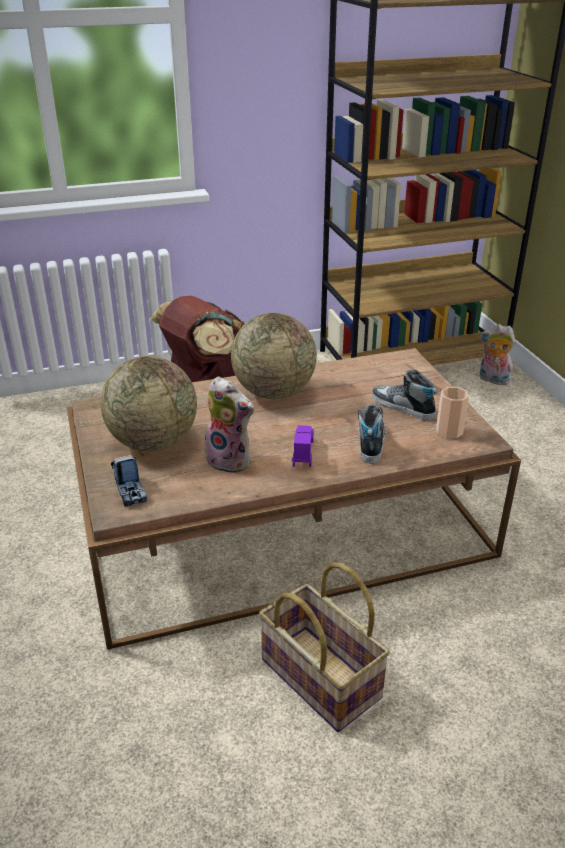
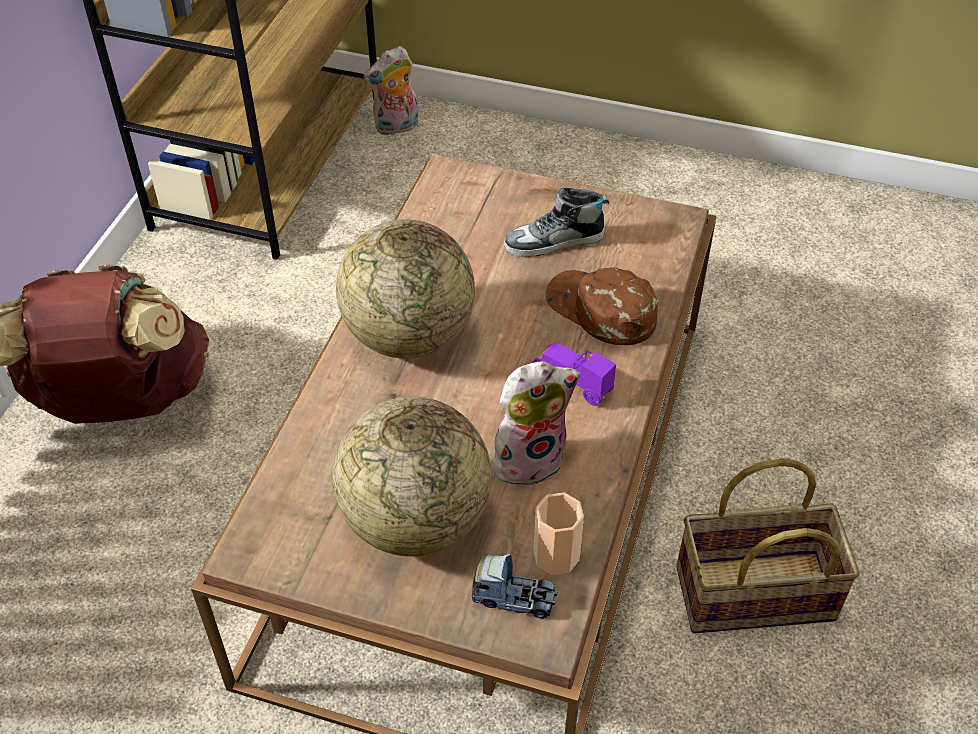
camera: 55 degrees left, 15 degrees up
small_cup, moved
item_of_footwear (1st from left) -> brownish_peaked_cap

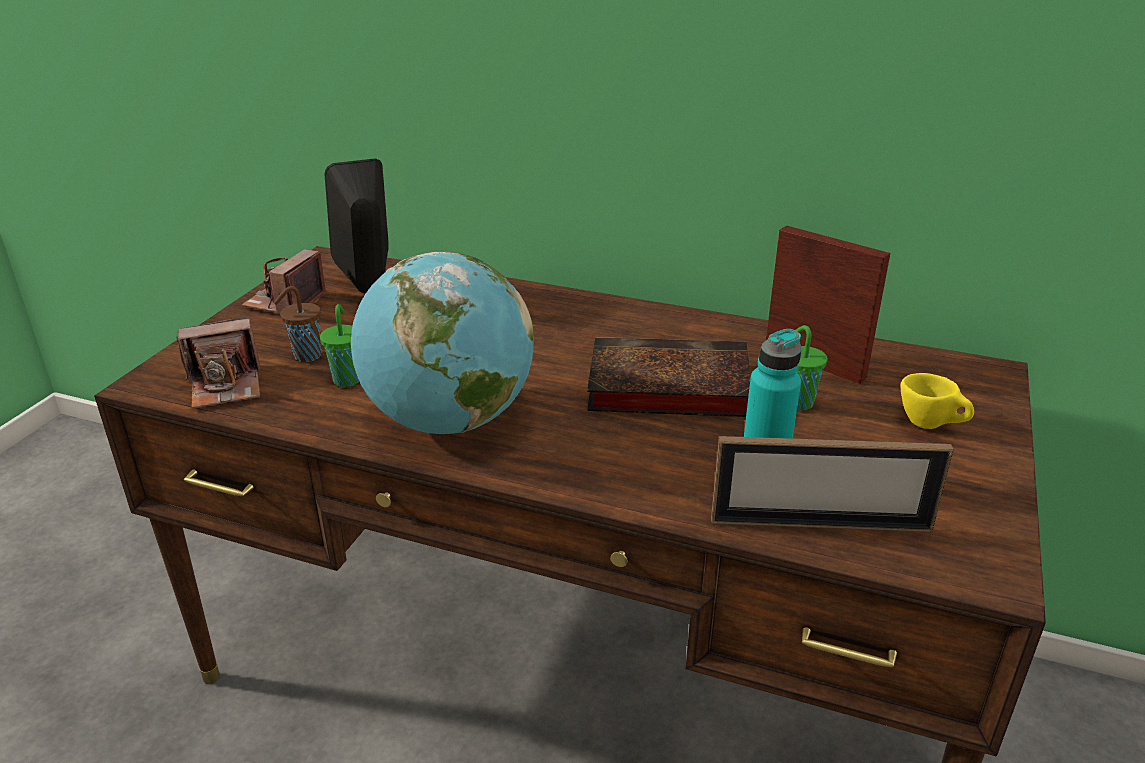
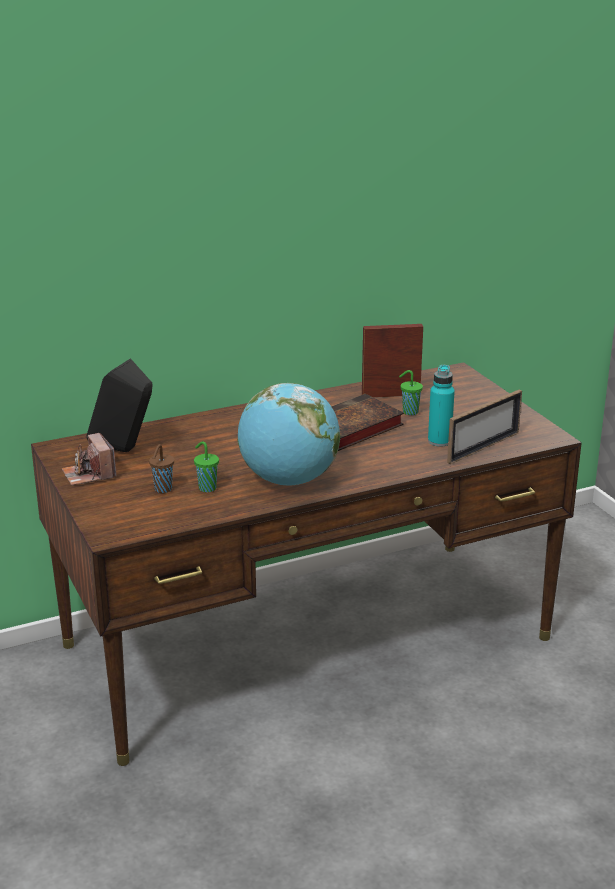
camera: 45 degrees left, 5 degrees down
photo_camera (1st from left) -> none
yellow_small_cup -> none

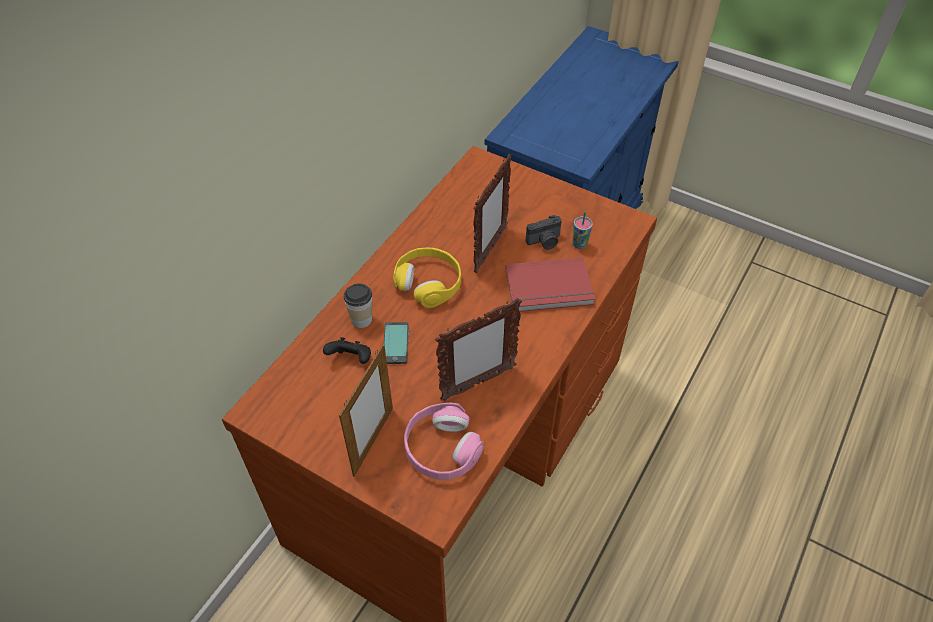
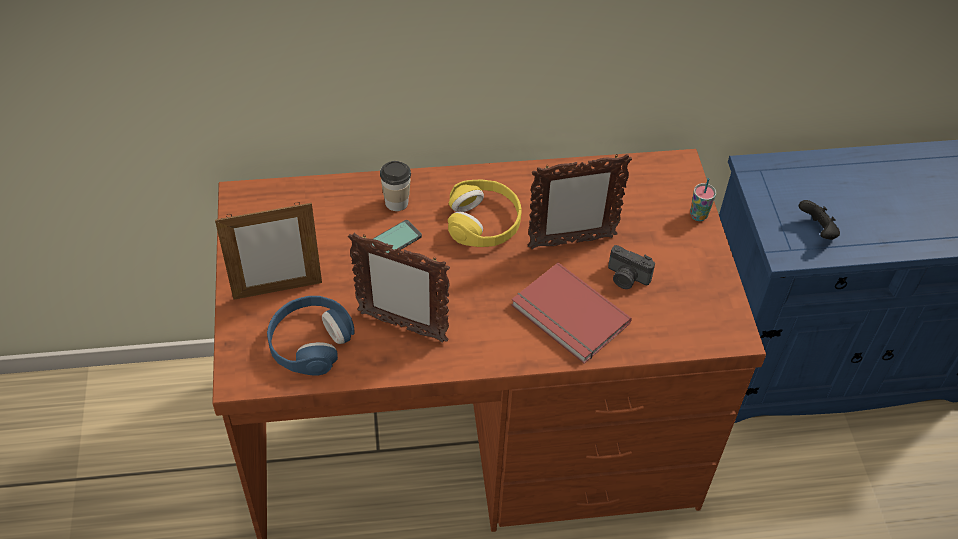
camera: 50 degrees right, 0 degrees up
small_cup (2nd from left), moved
blackish_gamepad, moved
pink_headset -> blue-coloured_headset

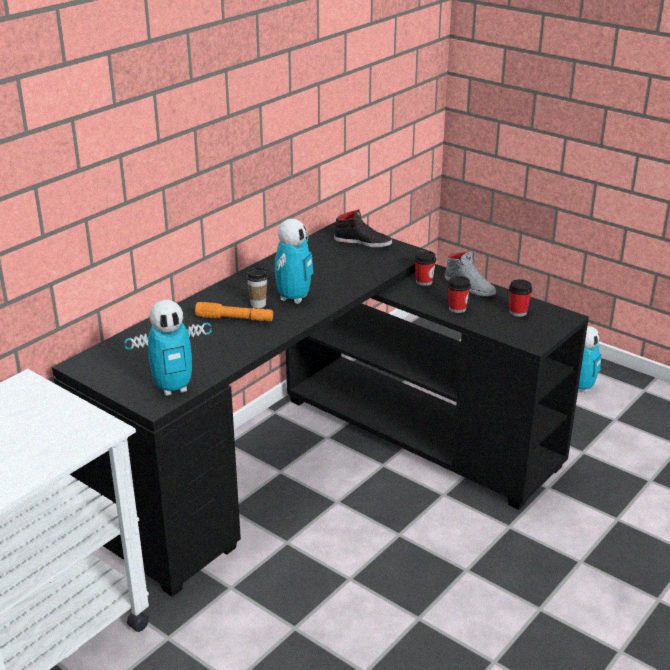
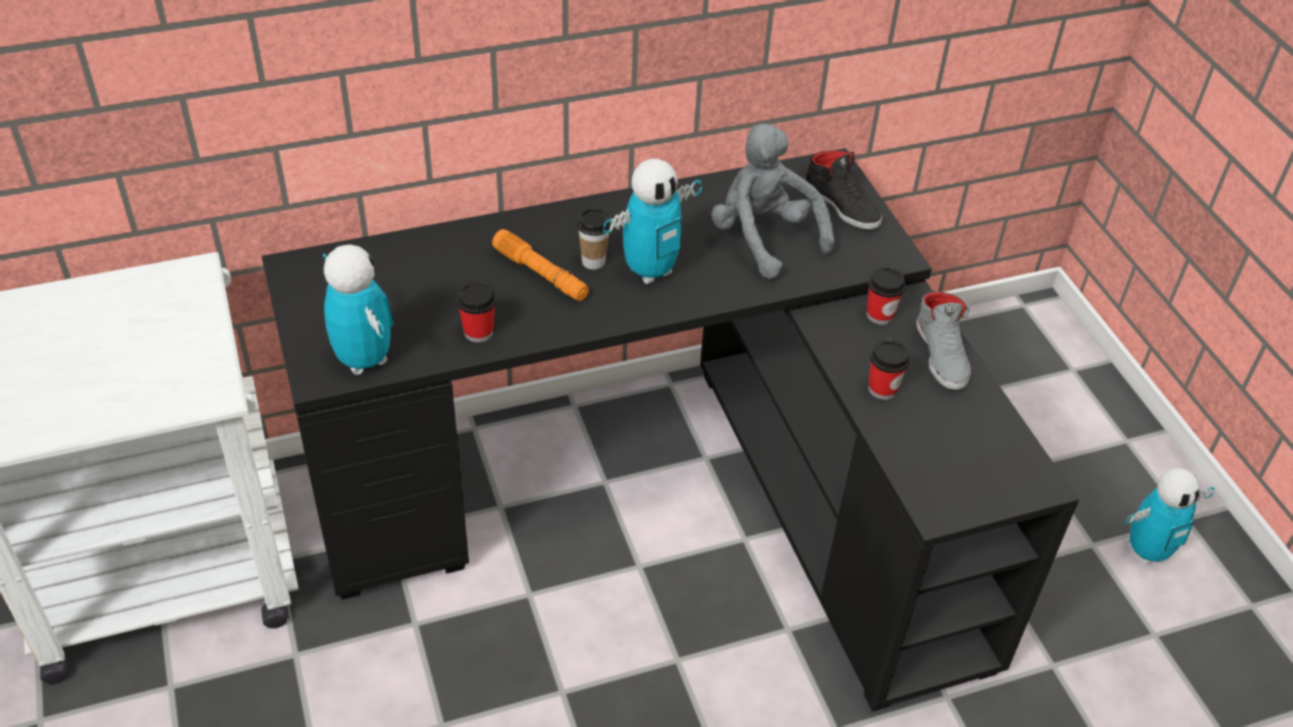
camera: 30 degrees right, 15 degrees up
small_cup (4th from left in the first image) -> small_cup (1st from left), moved
robot_figure (1st from left), 135 degrees counterclockwise
none -> grey_soft_toy

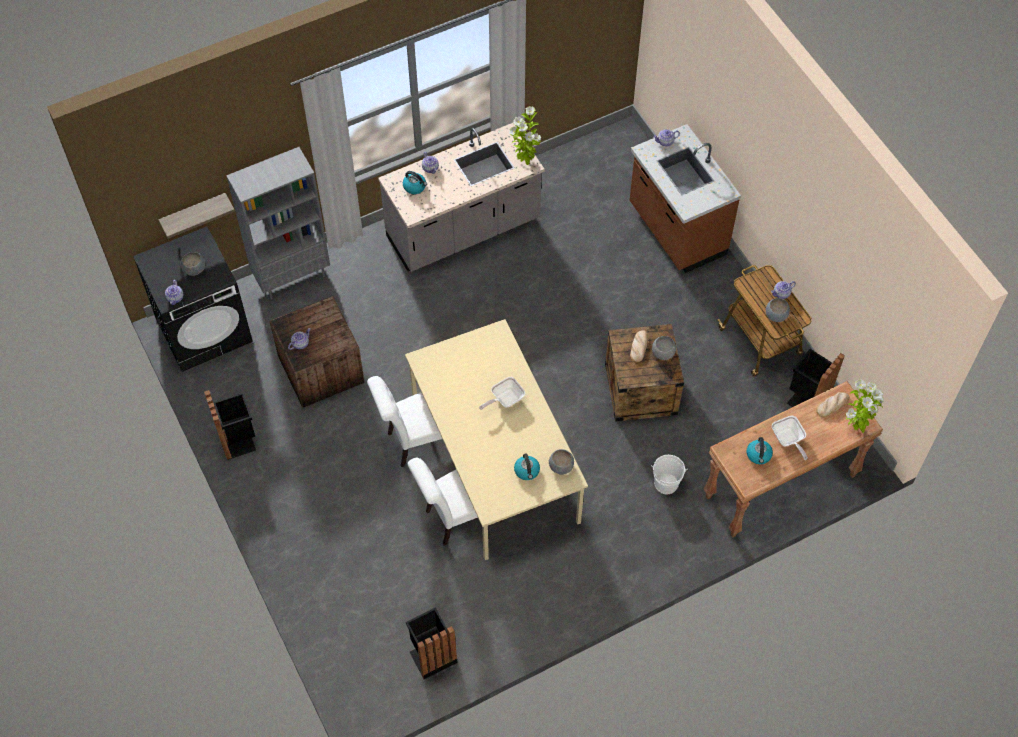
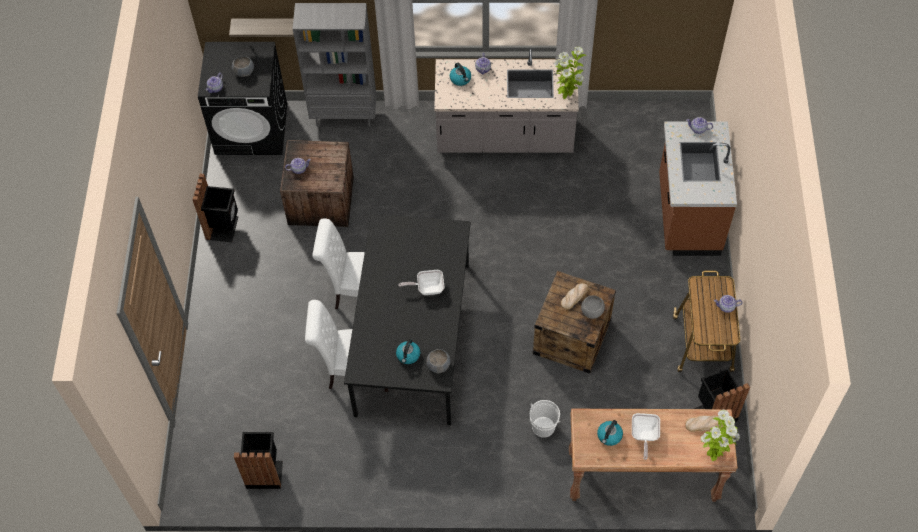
camera: 30 degrees right, 0 degrees up
grey_bowl (4th from left) -> none
beige_dining_table -> blackish_dining_table

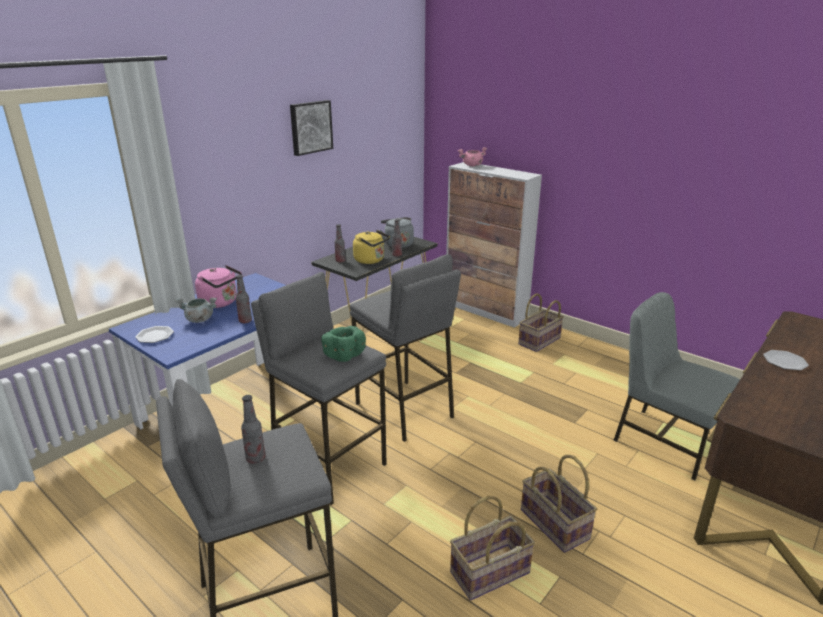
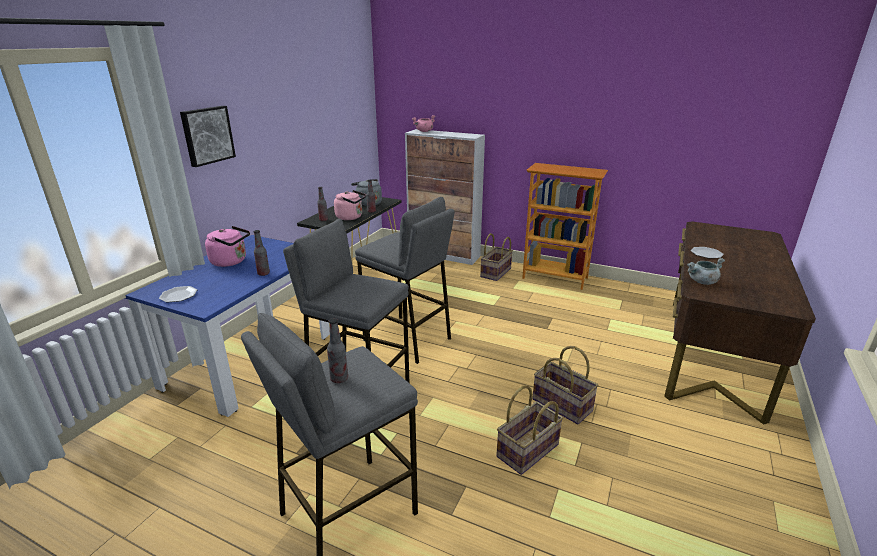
camera: 15 degrees left, 0 degrees up
wall_picture, moved
yellow_water_kettle -> pink_water_kettle (2nd from left)
grey_upright_chair -> none
grey_cooking_pot, moved
green_bowl -> none
none -> bookcase

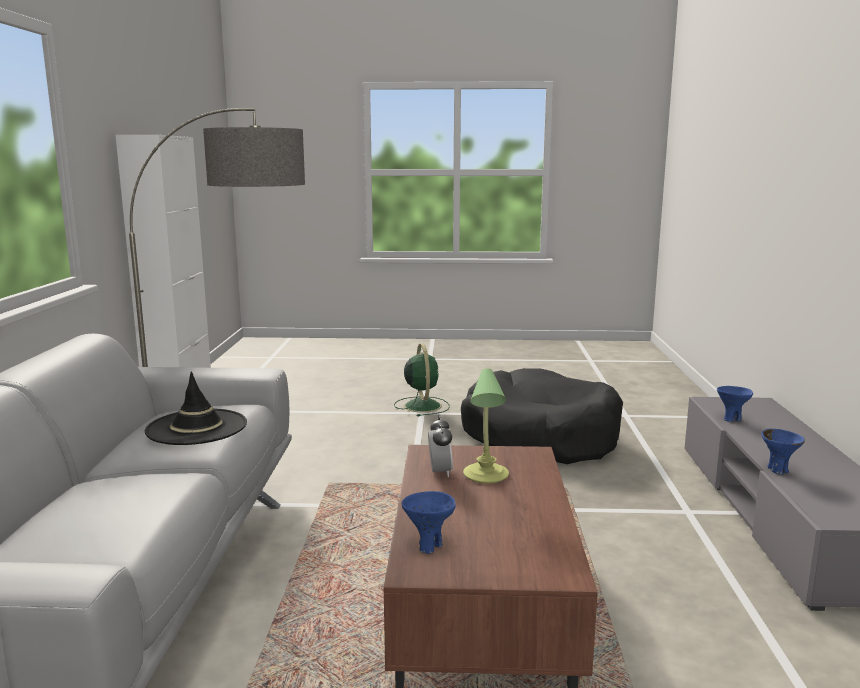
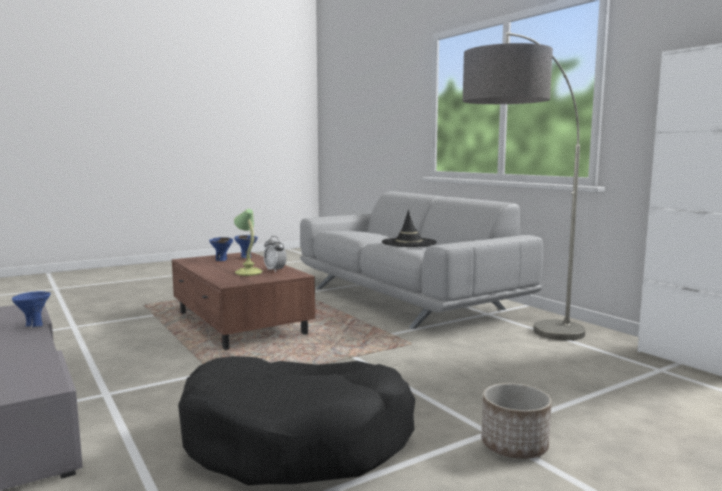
camera: 145 degrees right, 5 degrees down
green_cooling_fan -> flower_pot
blue-coloured_bowl (2nd from left), moved

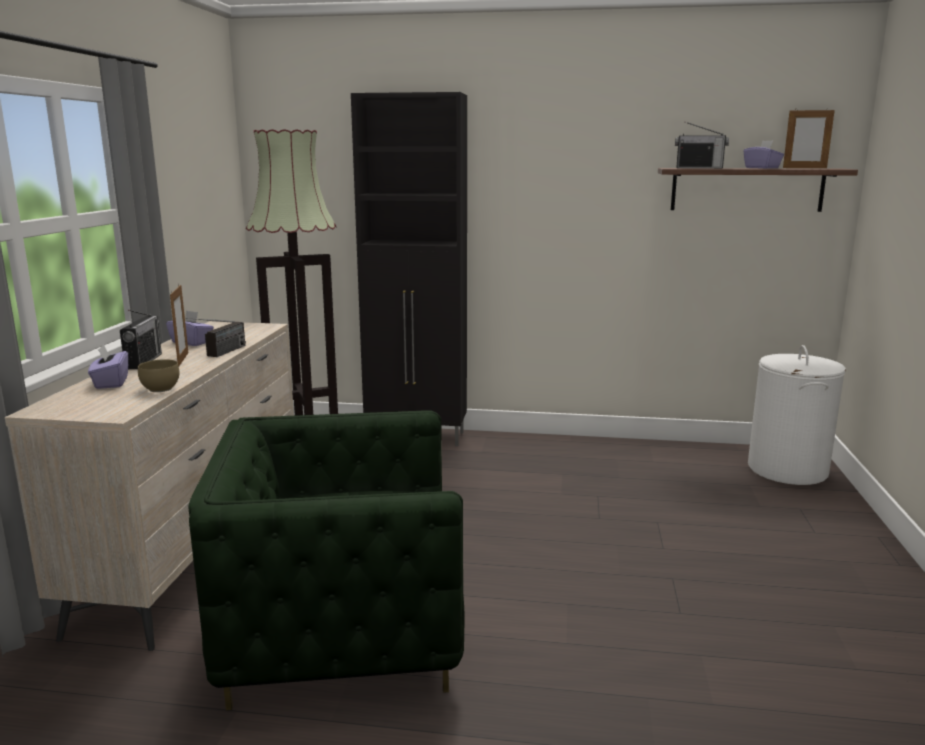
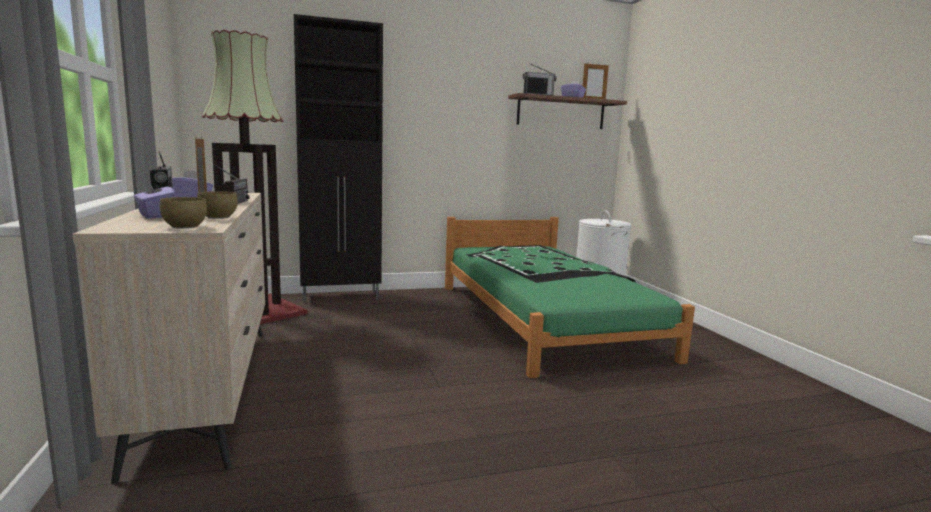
camera: 25 degrees left, 5 degrees down
green_easy_chair -> none
none -> brownish_bowl (1st from left)
none -> green_bed

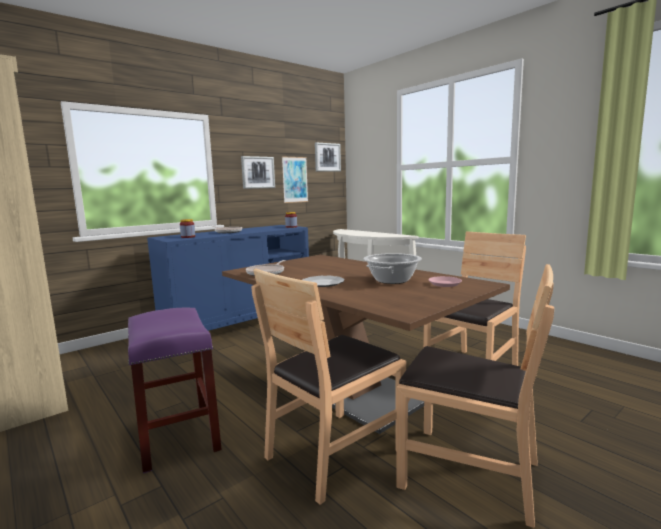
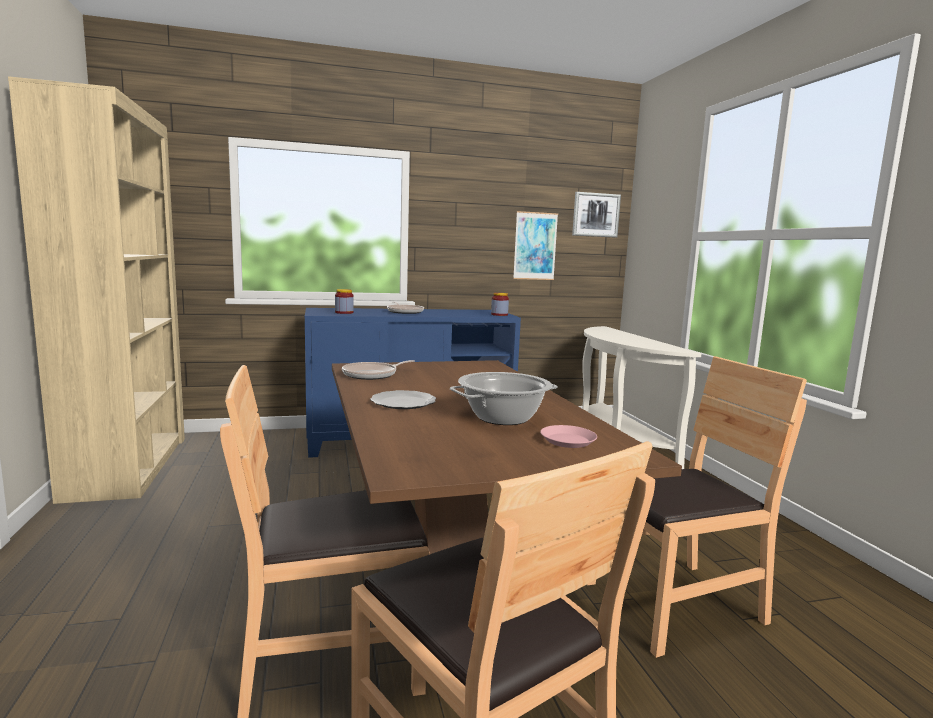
camera: 25 degrees right, 0 degrees up
wall_picture (1st from left) -> none
purplish_stool -> none

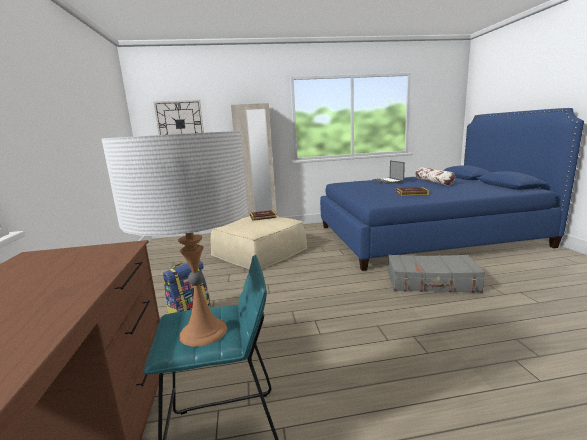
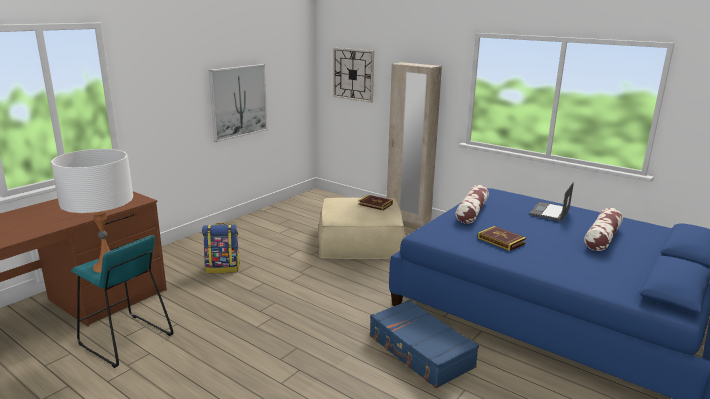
camera: 45 degrees right, 5 degrees up
grey_piece_of_luggage -> blue-coloured_piece_of_luggage
none -> wall_picture
none -> pillow (1st from left)

